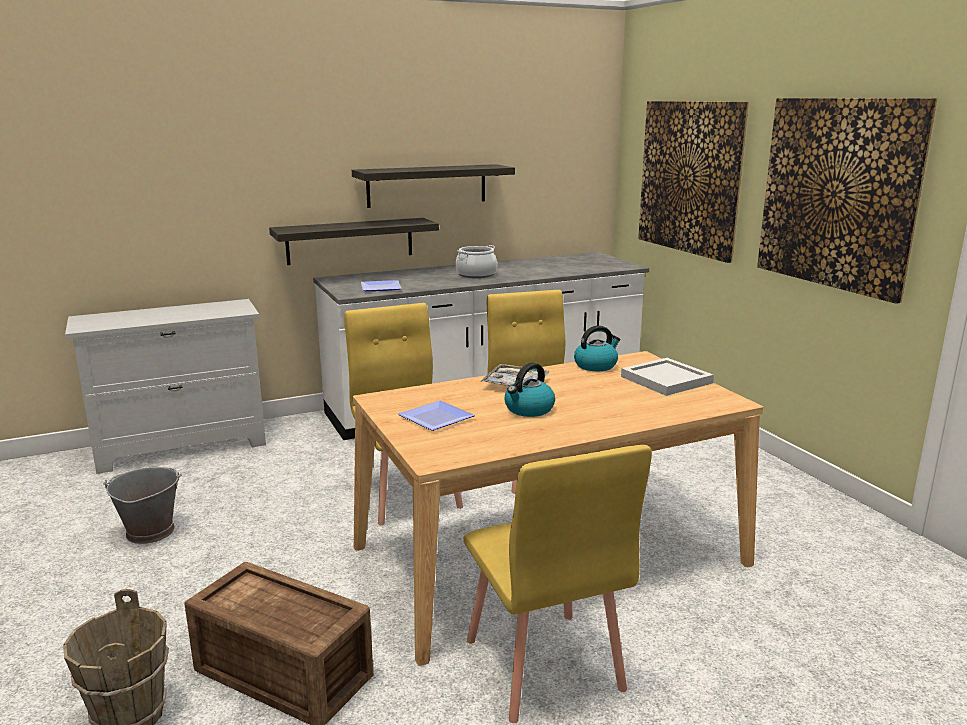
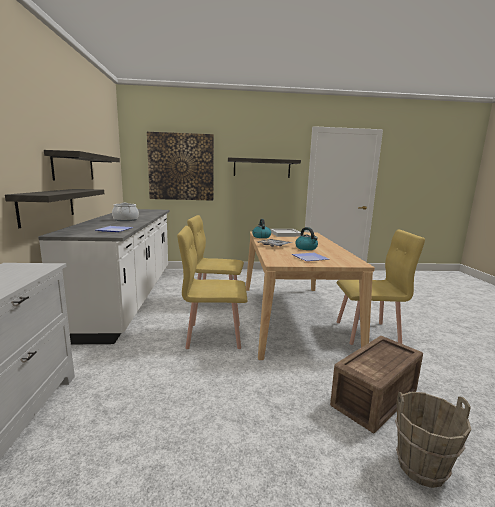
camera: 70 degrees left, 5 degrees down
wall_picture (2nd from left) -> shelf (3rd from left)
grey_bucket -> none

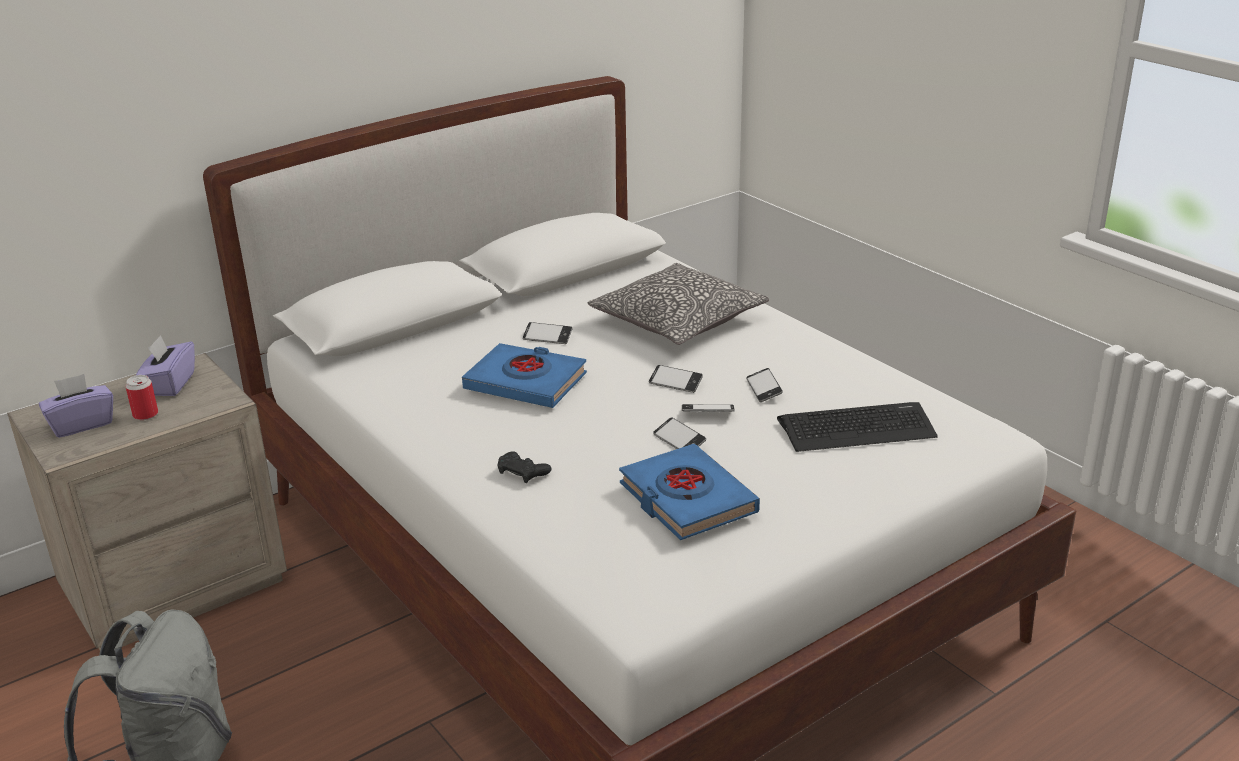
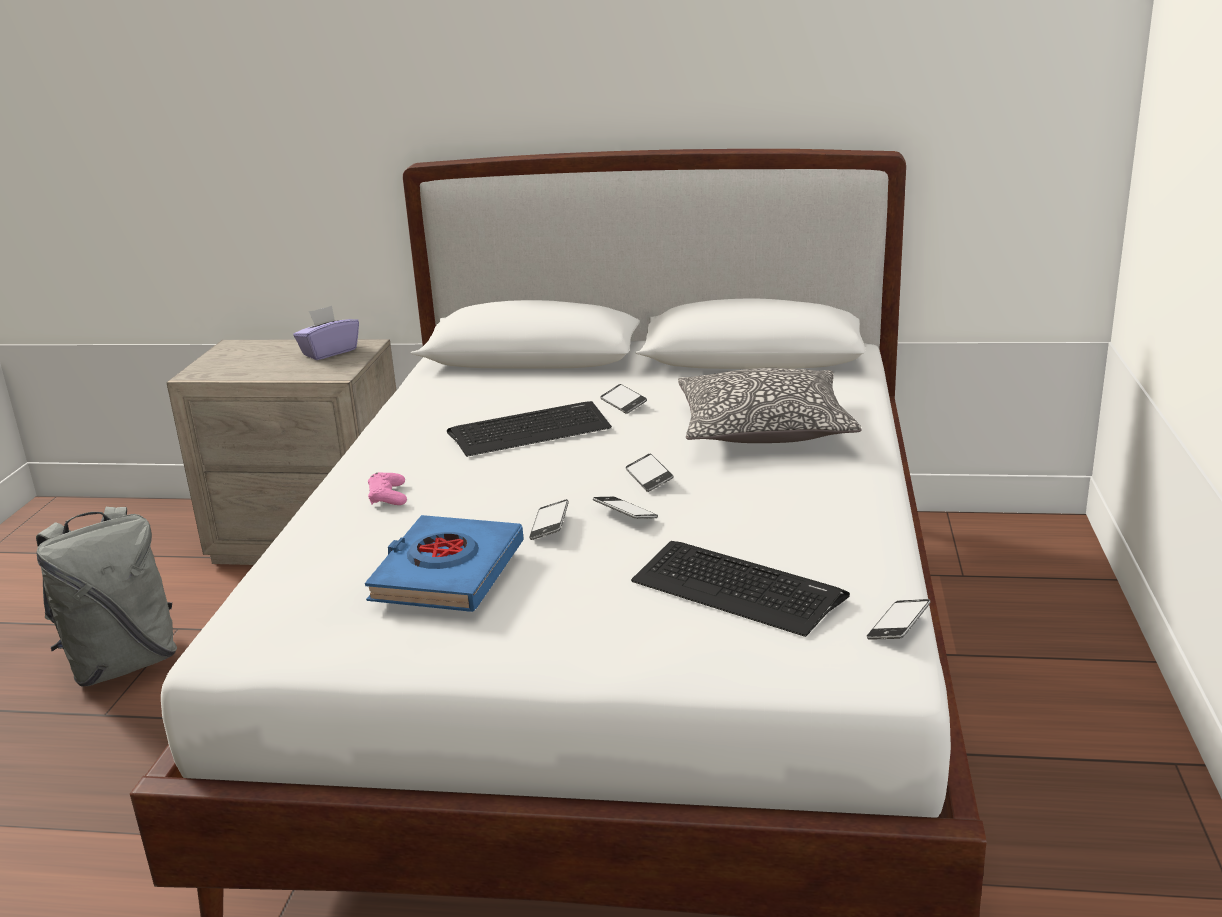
camera: 45 degrees right, 5 degrees down
blue-coloured_volume (1st from left) -> computer_keyboard (1st from left)
telephone (5th from left), moved
purplish_tissue_holder (1st from left) -> none
sealed_can -> none
blackish_gamepad -> pink_gamepad

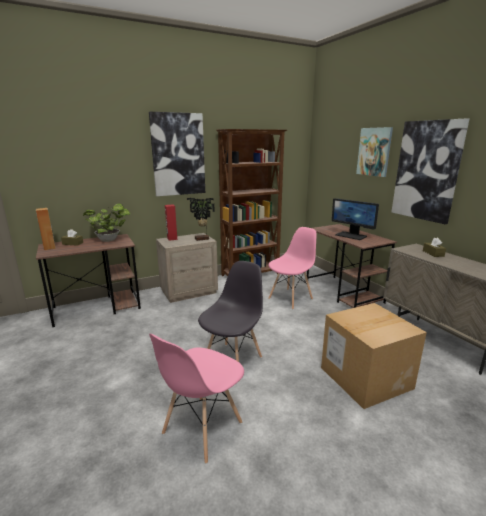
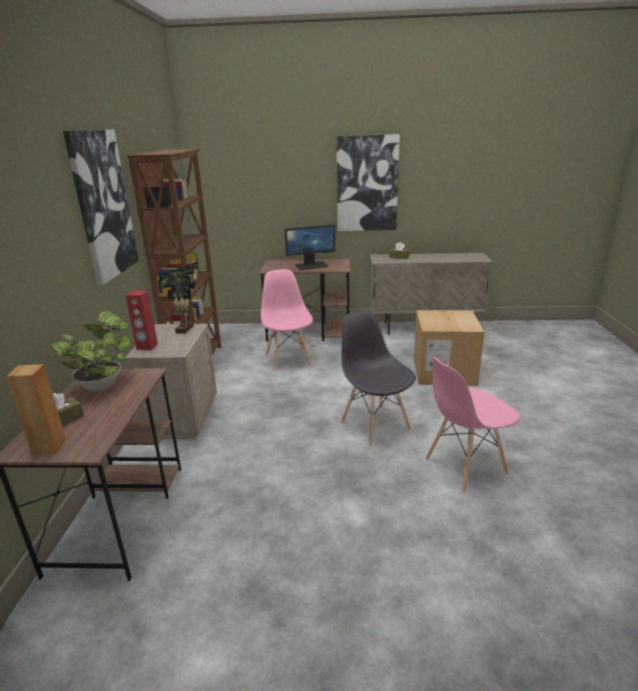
camera: 60 degrees left, 5 degrees up
wall_picture (2nd from left) -> none
pink_upright_chair (1st from left in the first image) -> pink_upright_chair (2nd from left), 90 degrees clockwise

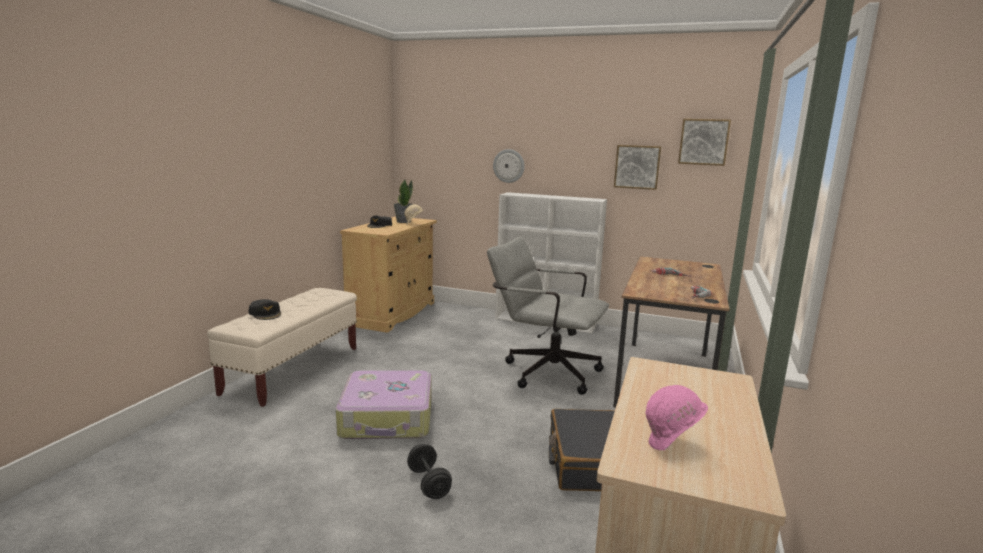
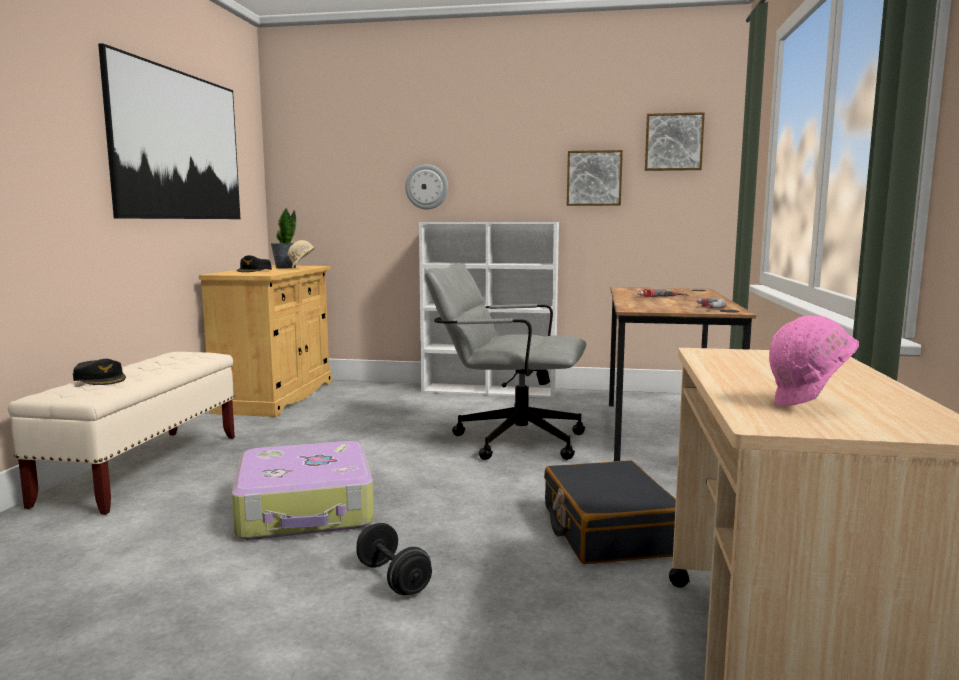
camera: 10 degrees left, 5 degrees down
none -> wall_picture (1st from left)

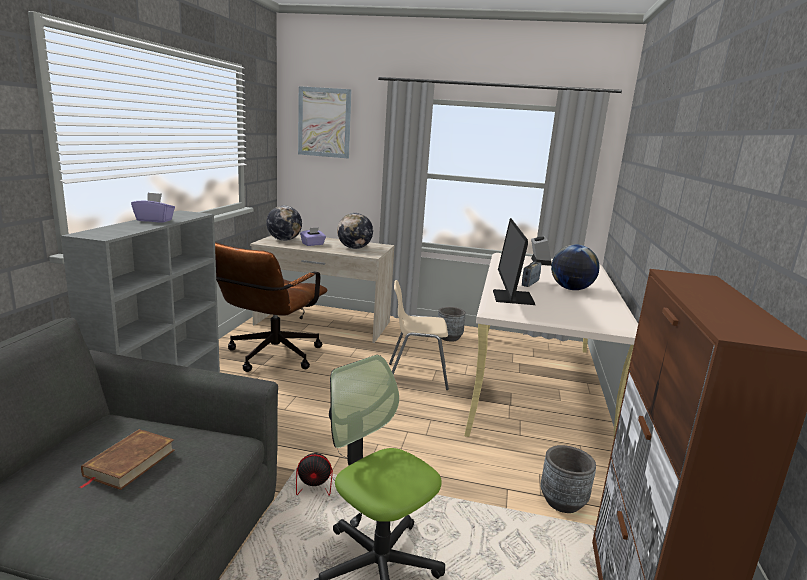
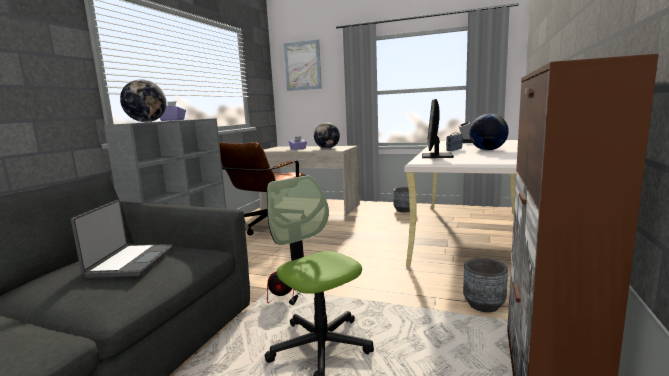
camera: 10 degrees right, 5 degrees down
globe (1st from left), moved
beige_upright_chair -> none
brownish_volume -> portable_computer

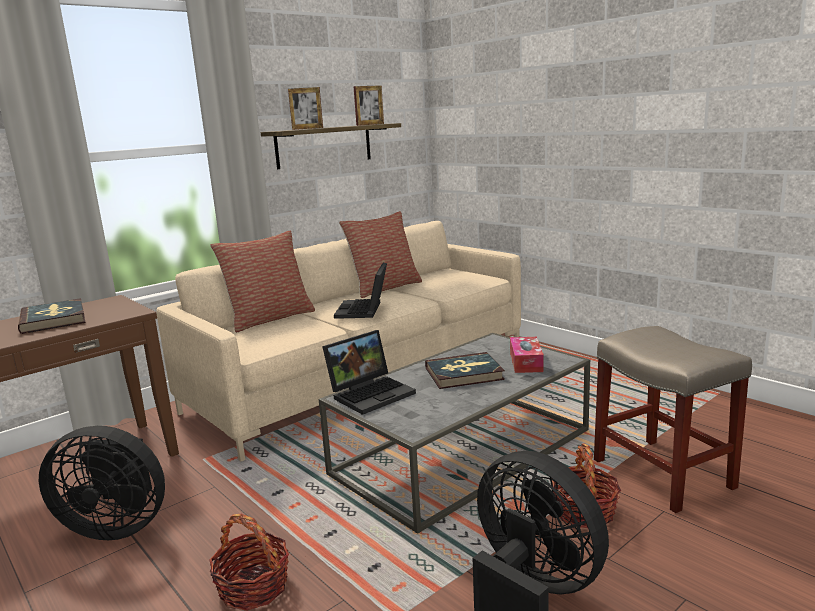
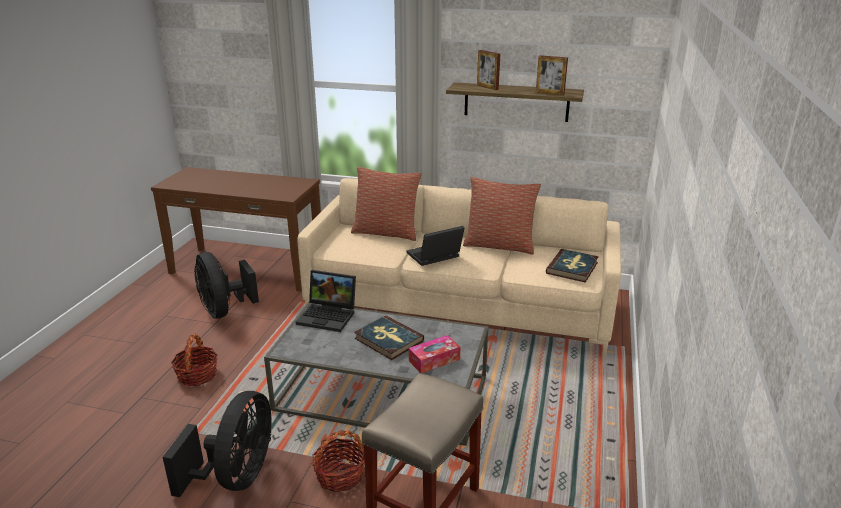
camera: 55 degrees right, 10 degrees up
volume (1st from left in the first image) -> volume (2nd from left), moved

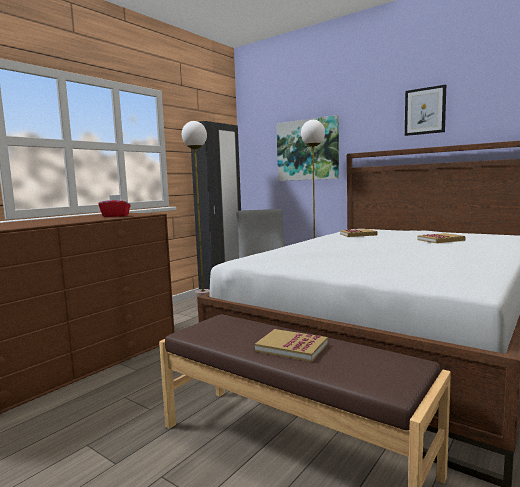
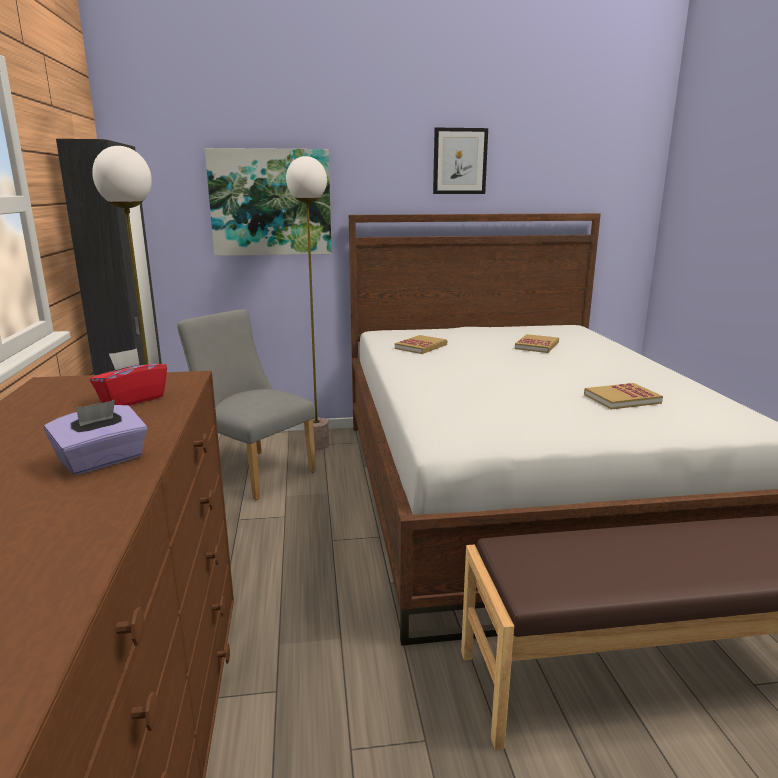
camera: 45 degrees left, 10 degrees up
volume (1st from left in the first image) -> volume (3rd from left), moved
none -> purplish_tissue_holder

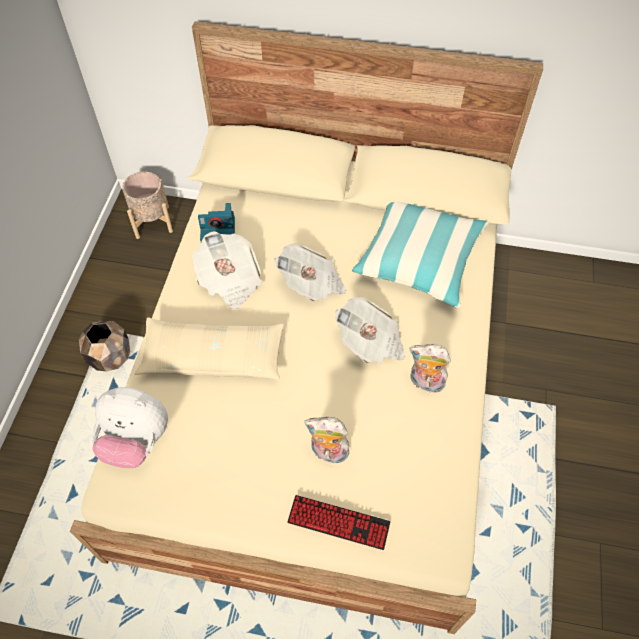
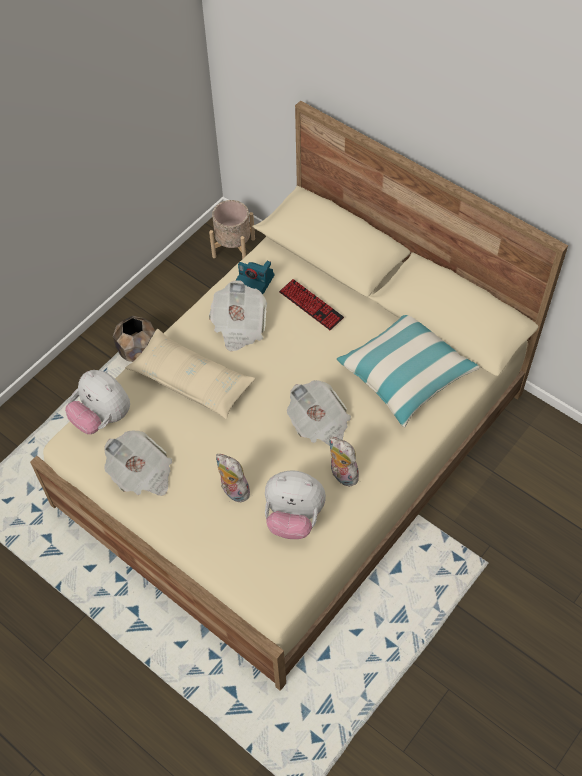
camera: 30 degrees right, 0 degrees up
printed_paper (2nd from left in the first image) -> printed_paper (1st from left), moved
computer_keyboard, moved
none -> soft_toy (3rd from left)

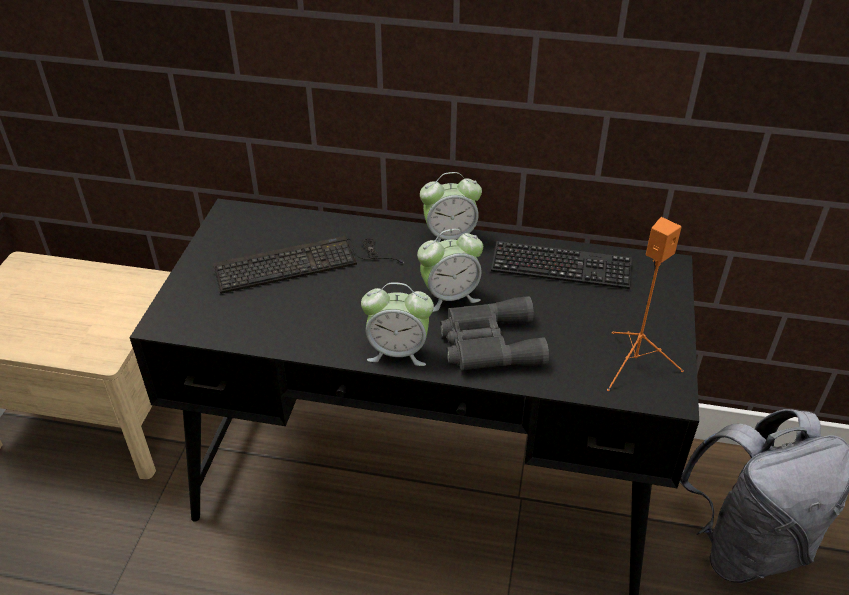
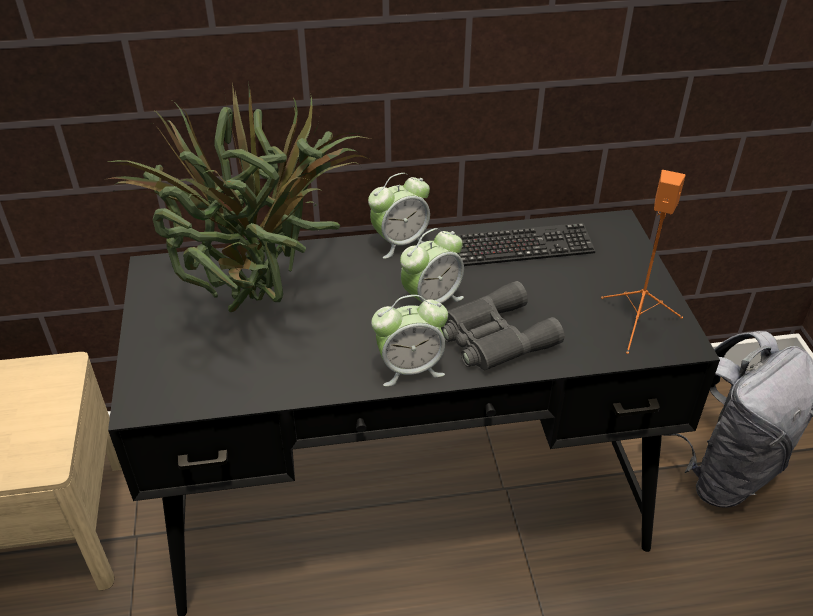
camera: 20 degrees left, 0 degrees up
computer_keyboard (1st from left) -> houseplant

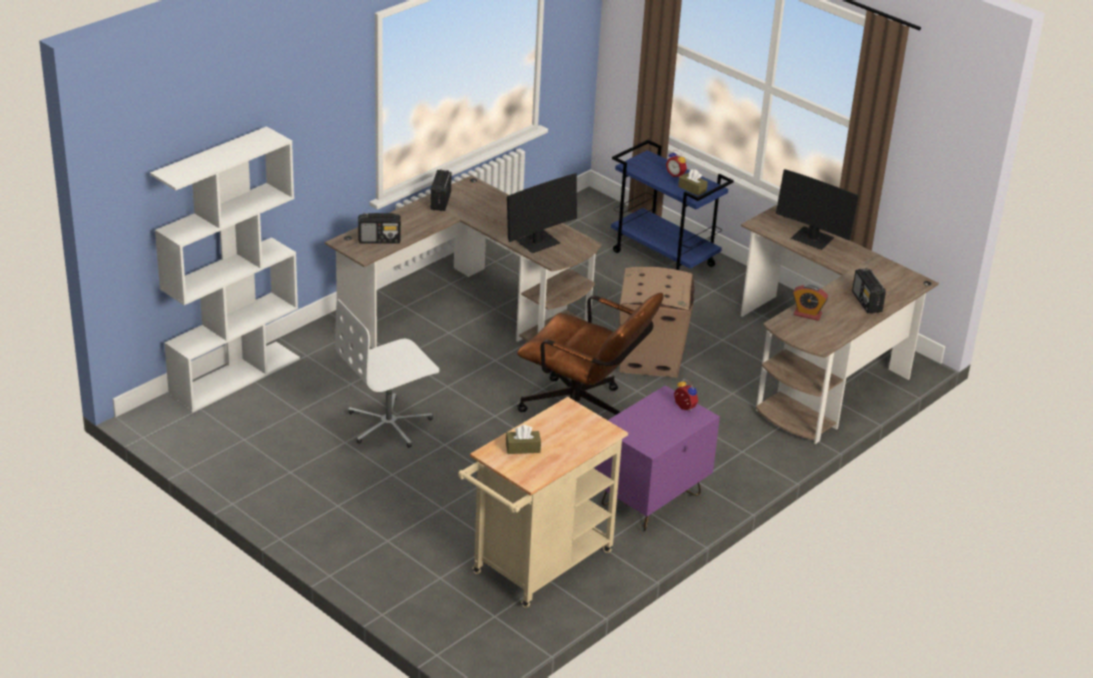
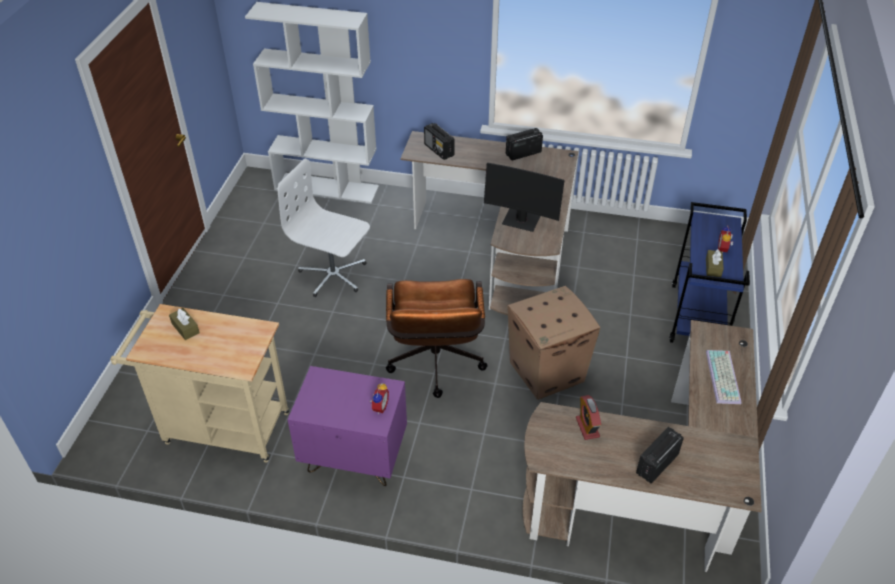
camera: 60 degrees right, 10 degrees up
monitor (2nd from left) -> computer_keyboard

